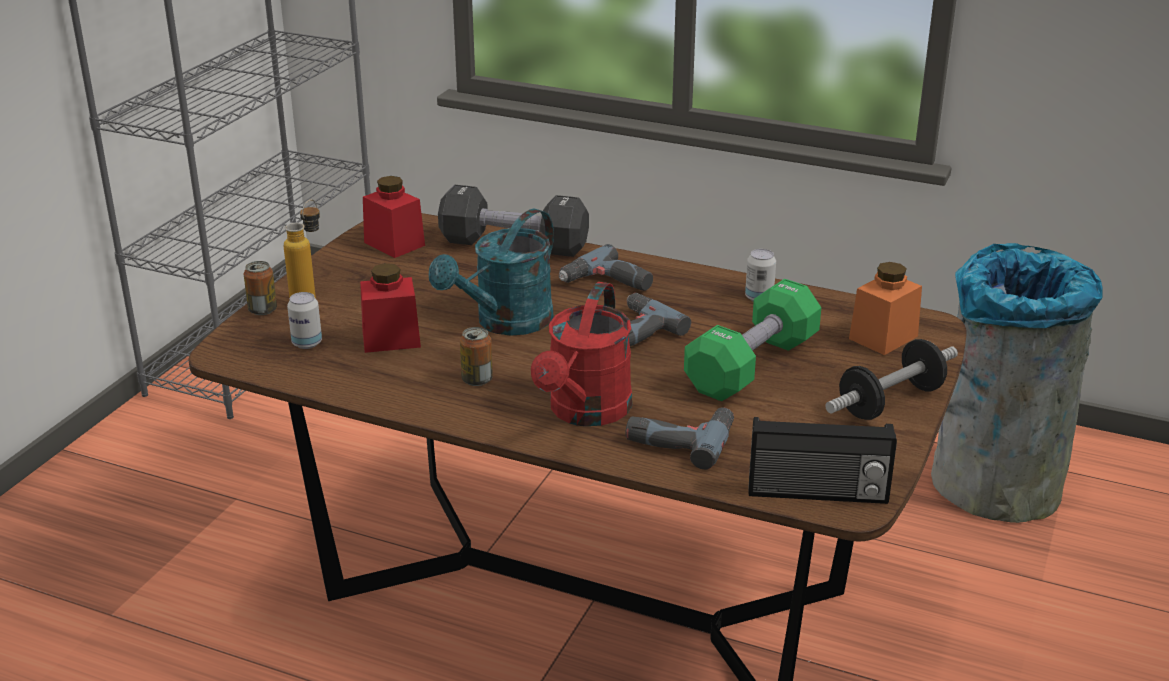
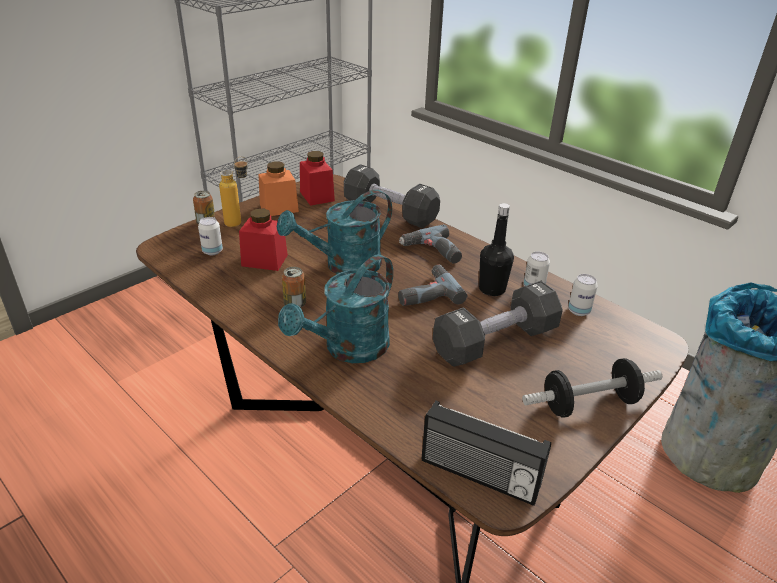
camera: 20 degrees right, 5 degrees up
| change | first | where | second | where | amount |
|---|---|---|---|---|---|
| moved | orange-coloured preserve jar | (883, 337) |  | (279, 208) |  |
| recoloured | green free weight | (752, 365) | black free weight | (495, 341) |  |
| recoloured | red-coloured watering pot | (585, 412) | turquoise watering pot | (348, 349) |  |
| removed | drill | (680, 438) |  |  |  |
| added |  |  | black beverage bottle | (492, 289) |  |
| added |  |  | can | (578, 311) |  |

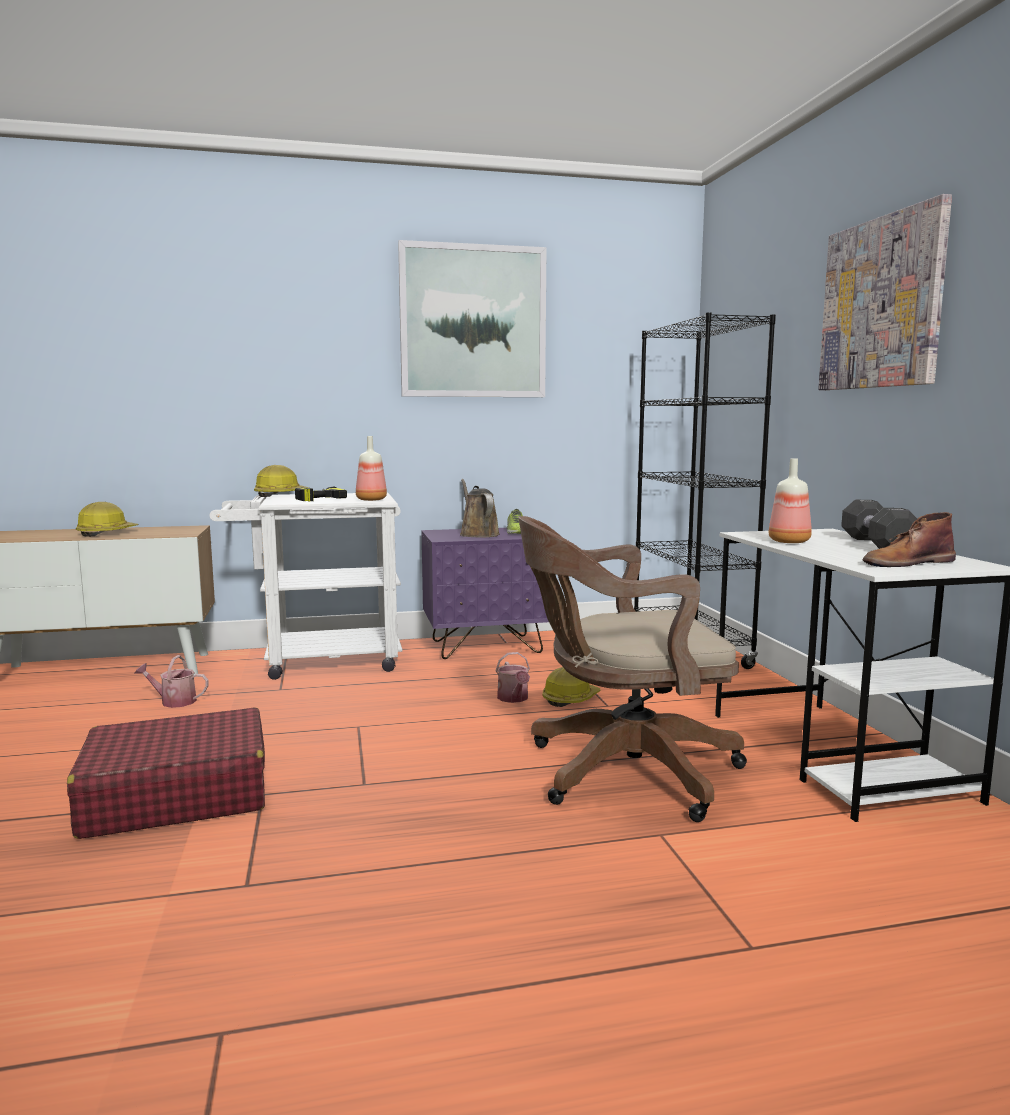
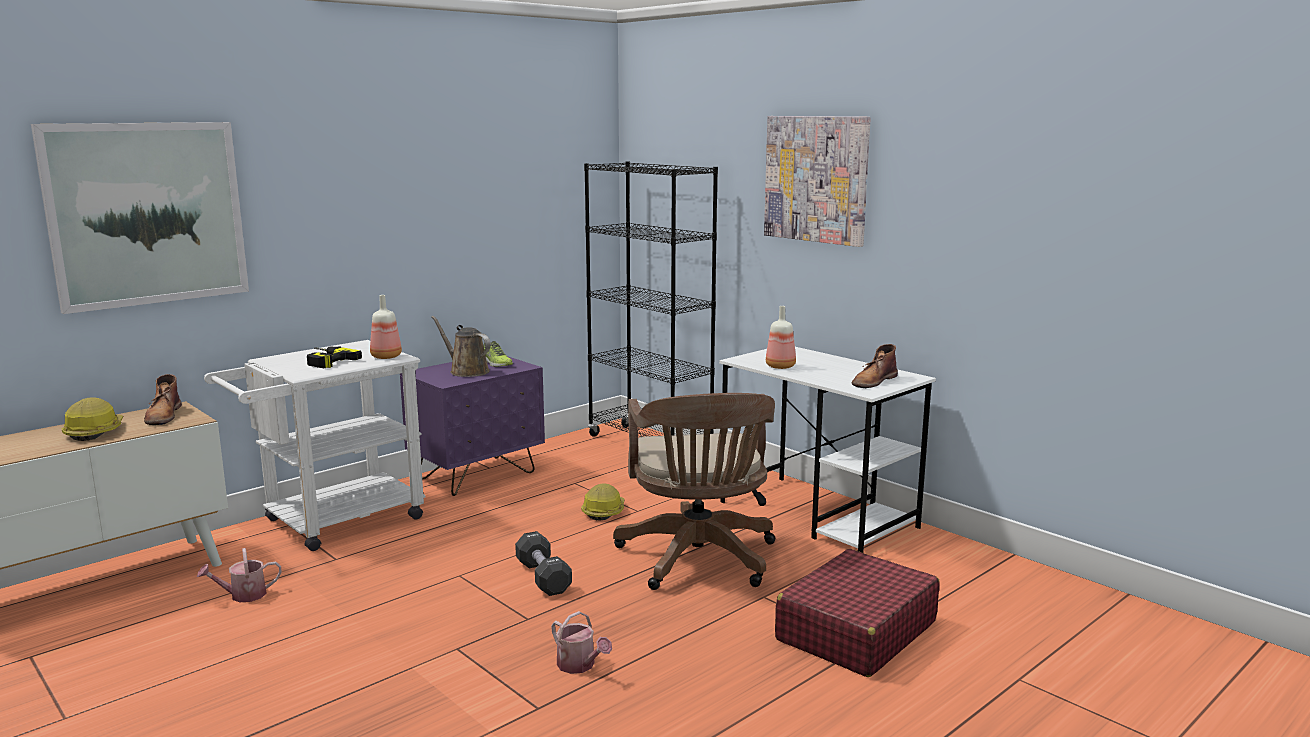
camera: 30 degrees left, 5 degrees up
| change | first | where | second | where | amount |
|---|---|---|---|---|---|
| moved | wall art | (473, 322) |  | (147, 214) |  |
| removed | work helmet | (281, 495) |  |  |  |
| moved | black free weight | (877, 544) |  | (543, 577) |  |
| turned | brown-coloured desk chair | (621, 771) |  | (699, 561) | 60 degrees counterclockwise |
| moved | watering pot | (514, 699) |  | (579, 665) |  |
| moved | red-coloured suitcase | (176, 795) |  | (855, 631) |  |
| added |  |  | brown-coloured high-top boot | (163, 415) |  |

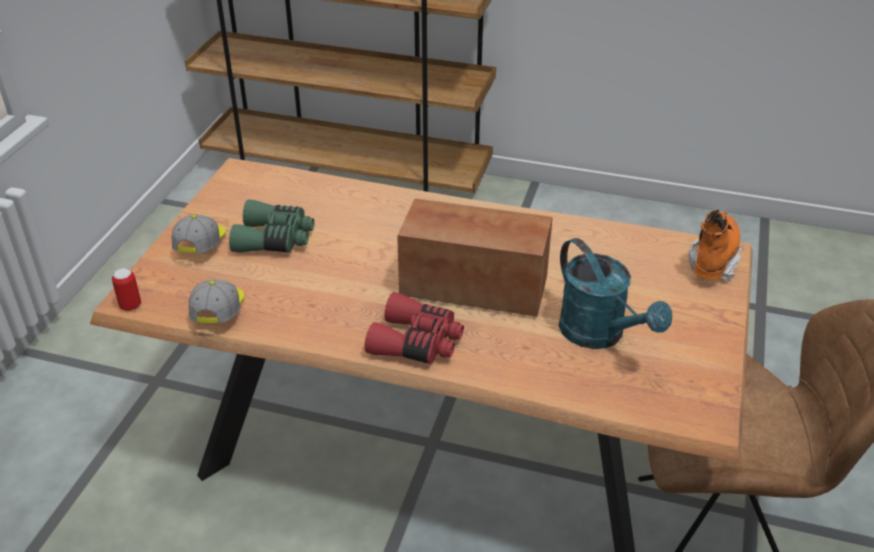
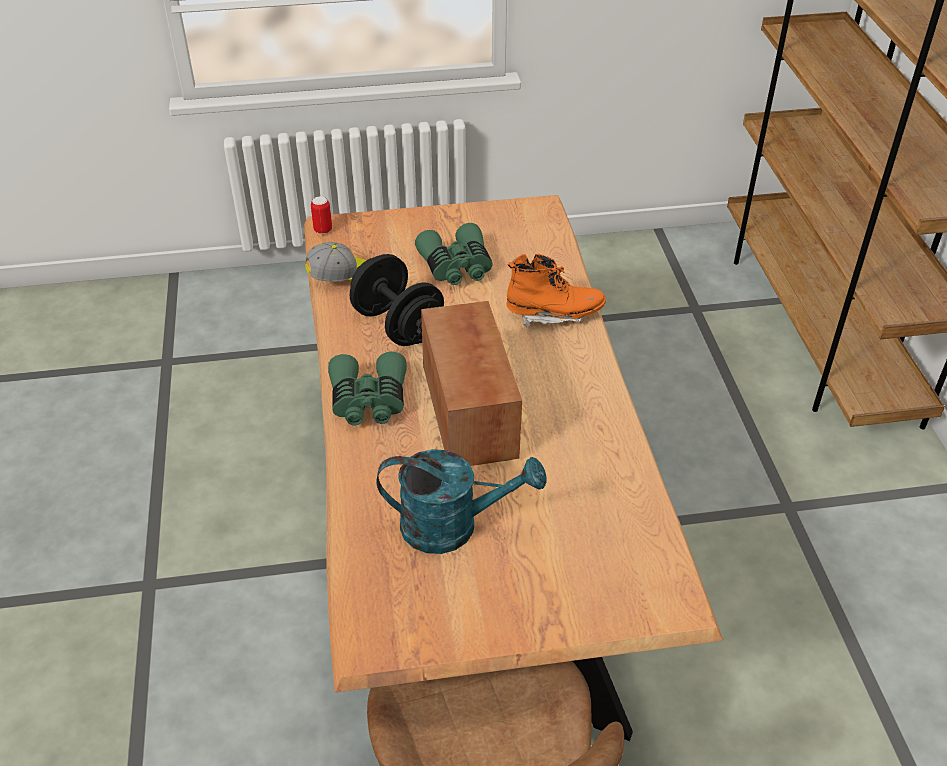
camera: 65 degrees right, 5 degrees up
| change | first | where | second | where | amount |
|---|---|---|---|---|---|
| moved | orange-coloured high-top boot | (713, 261) |  | (554, 314) |  |
| removed | peaked cap | (201, 245) |  |  |  |
| turned | turquoise watering pot | (600, 335) |  | (453, 526) | 120 degrees counterclockwise |
| recoloured | red-coloured binoculars | (417, 342) | green binoculars | (368, 401) |  |
| added |  |  | black free weight | (398, 325) |  |

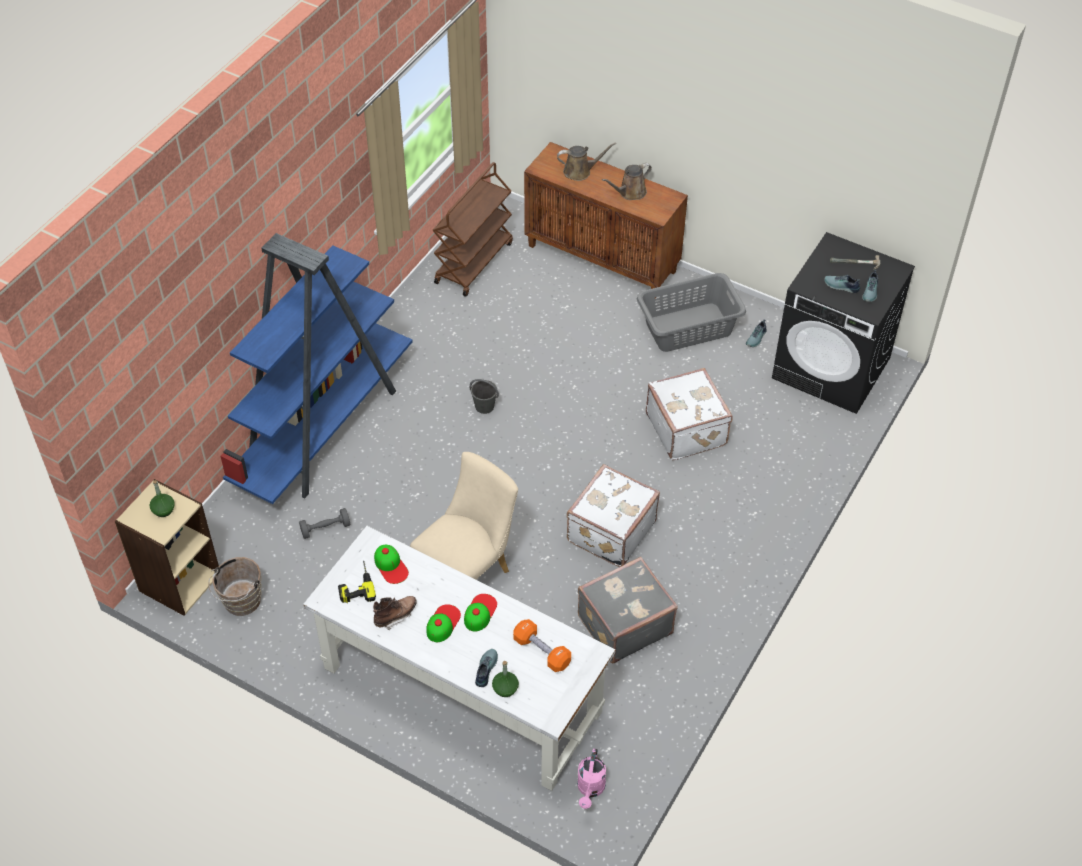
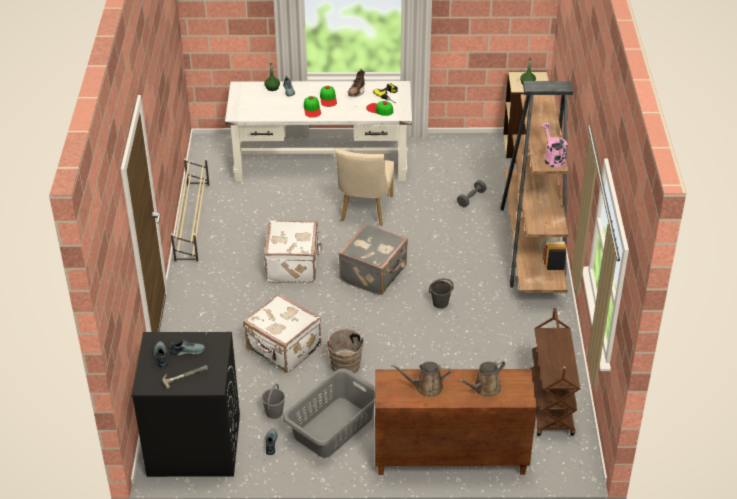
camera: 150 degrees right, 10 degrees down
| change | first | where | second | where | amount |
|---|---|---|---|---|---|
| turned | brown-coloured watering pot | (630, 193) |  | (426, 387) | 120 degrees counterclockwise |
| recoloured | blue-coloured bookcase | (324, 427) | brown-coloured bookcase | (532, 247) |  |
| moved | brown-coloured bucket | (240, 603) |  | (345, 363) |  |
| moved | greyish suitcase | (623, 624) |  | (374, 274) |  |
| removed | orange-coloured free weight | (542, 651) |  |  |  |
| moved | pink watering pot | (590, 789) |  | (552, 158) |  |
| added |  |  | beige-coloured shoe stand | (193, 222) |  |
| added |  |  | greyish bucket | (274, 412) |  |

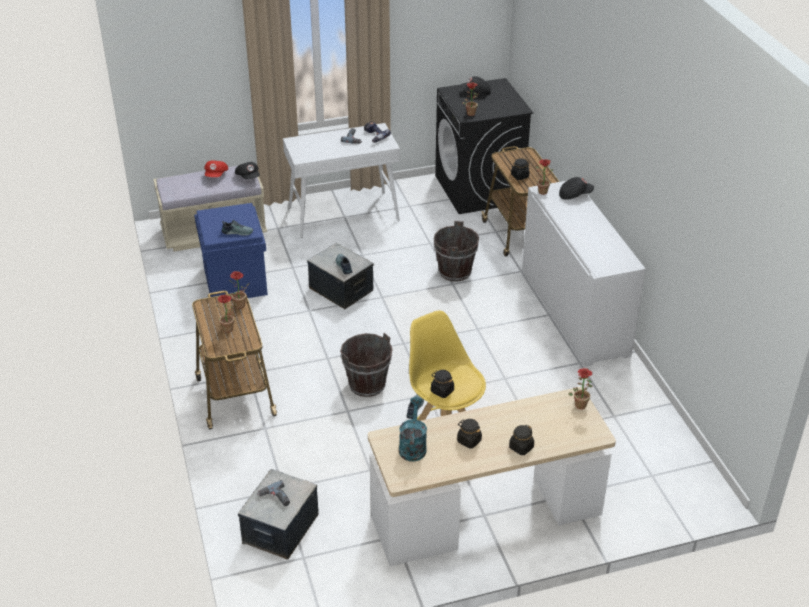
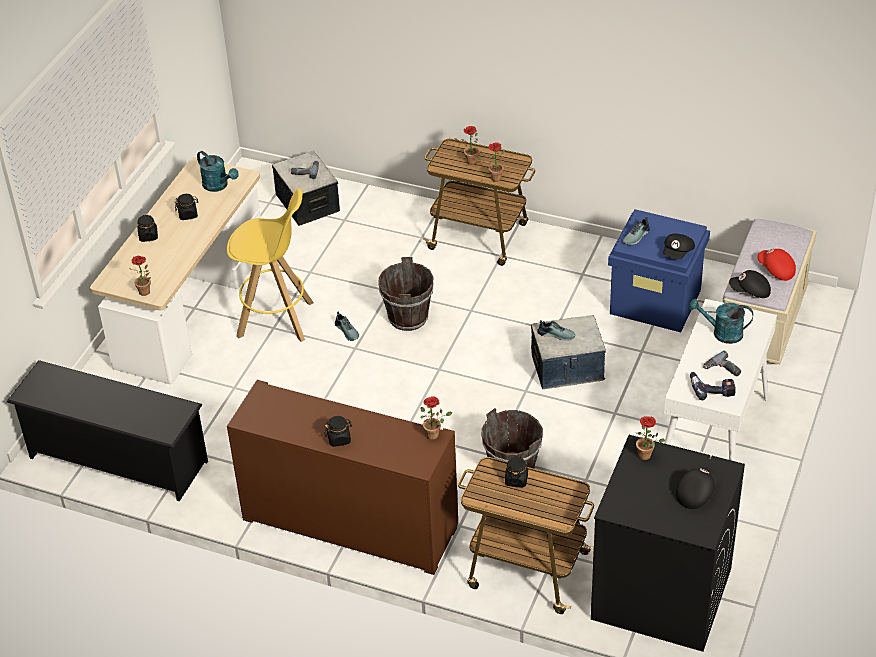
camera: 130 degrees right, 5 degrees up
| change | first | where | second | where | amount |
|---|---|---|---|---|---|
| moved | black peaked cap | (575, 195) |  | (678, 253) |  |
| recoloured | white storage cabinet | (574, 312) | brown-coloured storage cabinet | (350, 522) |  |
| moved | black preserve jar | (442, 391) |  | (339, 439) |  |
| added |  |  | turquoise watering pot | (722, 333) |  |
| added |  |  | black shoe stand | (117, 459) |  |

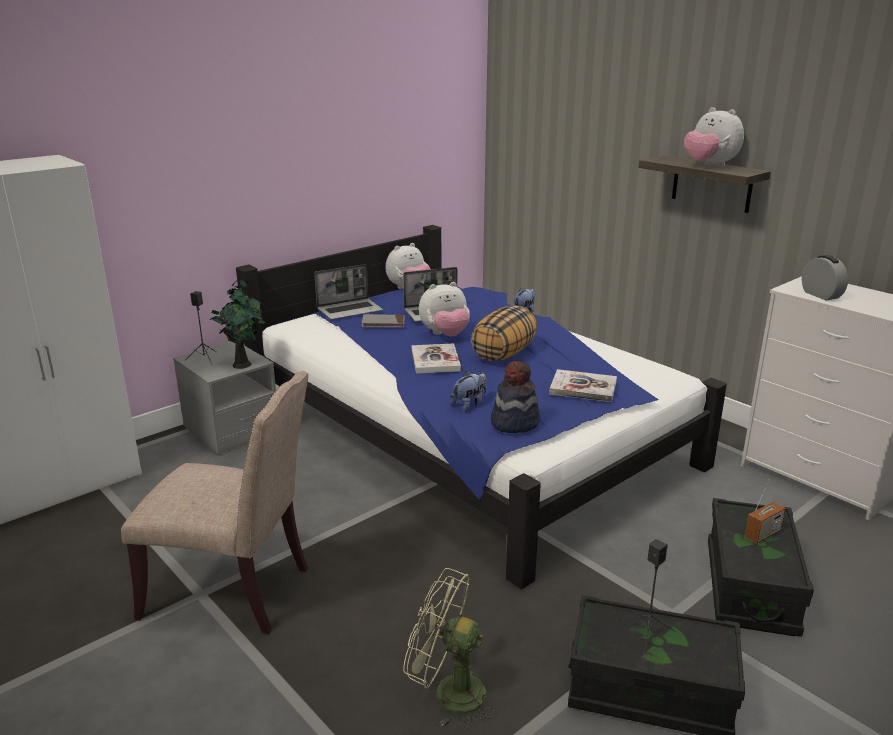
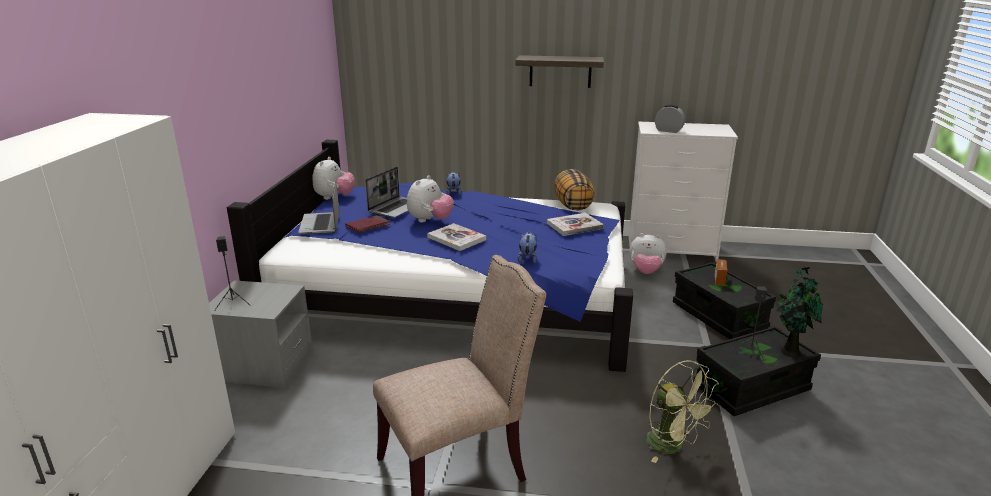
camera: 40 degrees left, 0 degrees up
| change | first | where | second | where | amount |
|---|---|---|---|---|---|
| moved | soft toy | (709, 166) |  | (645, 271) |  |
| turned | laptop | (350, 310) |  | (321, 224) | 150 degrees clockwise |
| moved | potted plant | (243, 364) |  | (789, 351) |  |
| moved | throw pillow | (503, 354) |  | (572, 205) |  |
| recoloured | greyish volume | (383, 323) | red-coloured volume | (368, 226) |  |
| removed | wearable hat | (514, 422) |  |  |  |
| turned | green cooling fan | (448, 693) |  | (672, 446) | 105 degrees counterclockwise |

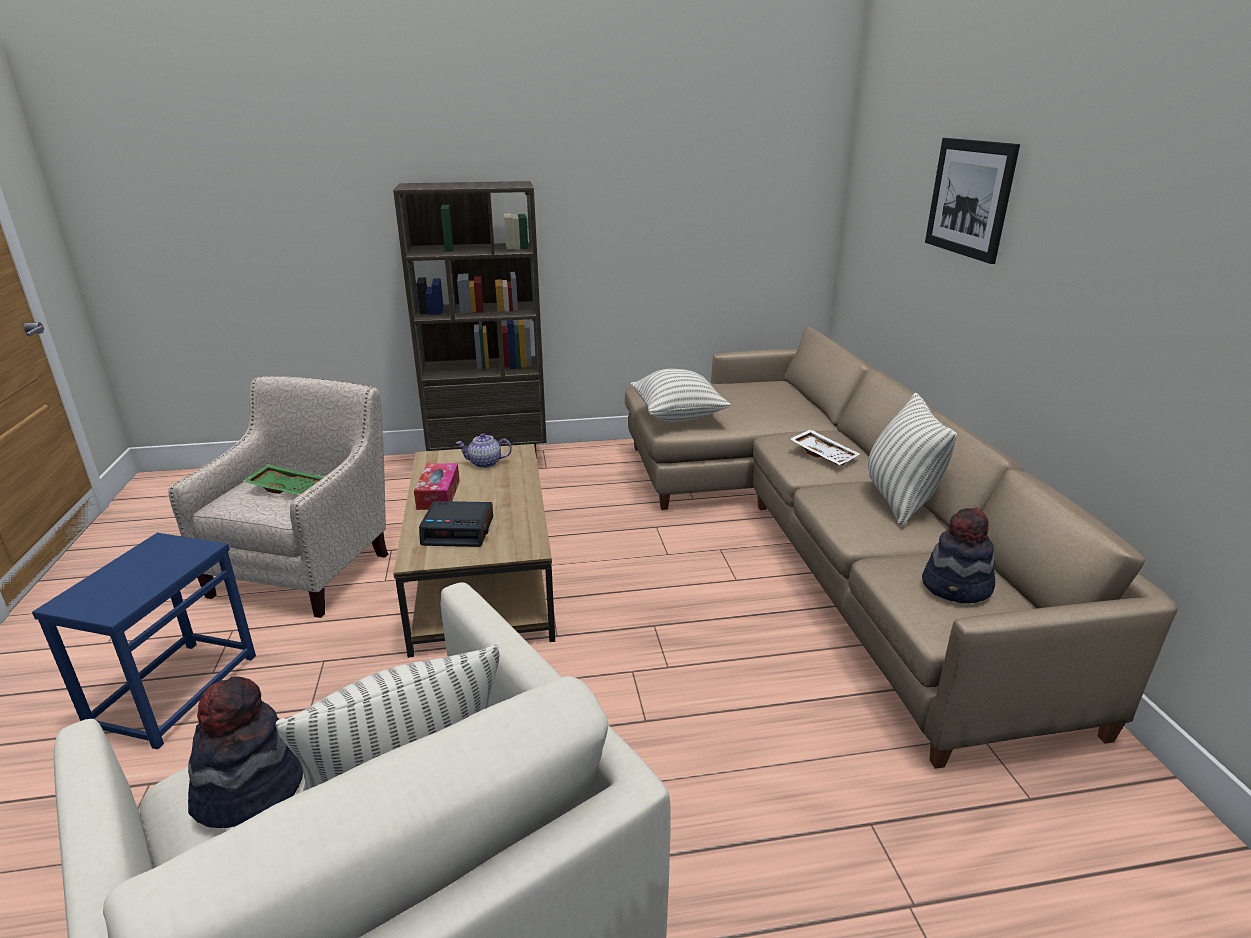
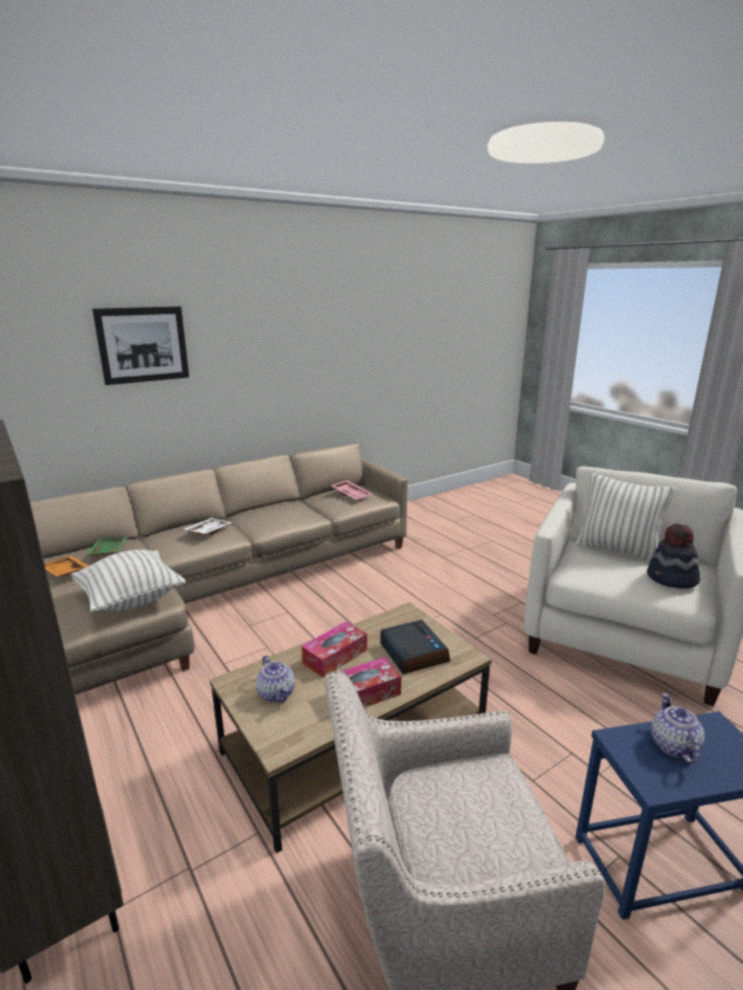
camera: 115 degrees left, 5 degrees down
| change | first | where | second | where | amount |
|---|---|---|---|---|---|
| removed | throw pillow | (899, 500) |  |  |  |
| moved | green serving tray | (288, 488) |  | (107, 552) |  |
| replaced | wearable hat | (957, 587) | pink serving tray | (352, 495) |  |
| added |  |  | orange-coloured serving tray | (64, 573) |  |
| added |  |  | box of tissues | (335, 656) |  |
| added |  |  | tea pot | (672, 745) |  |

